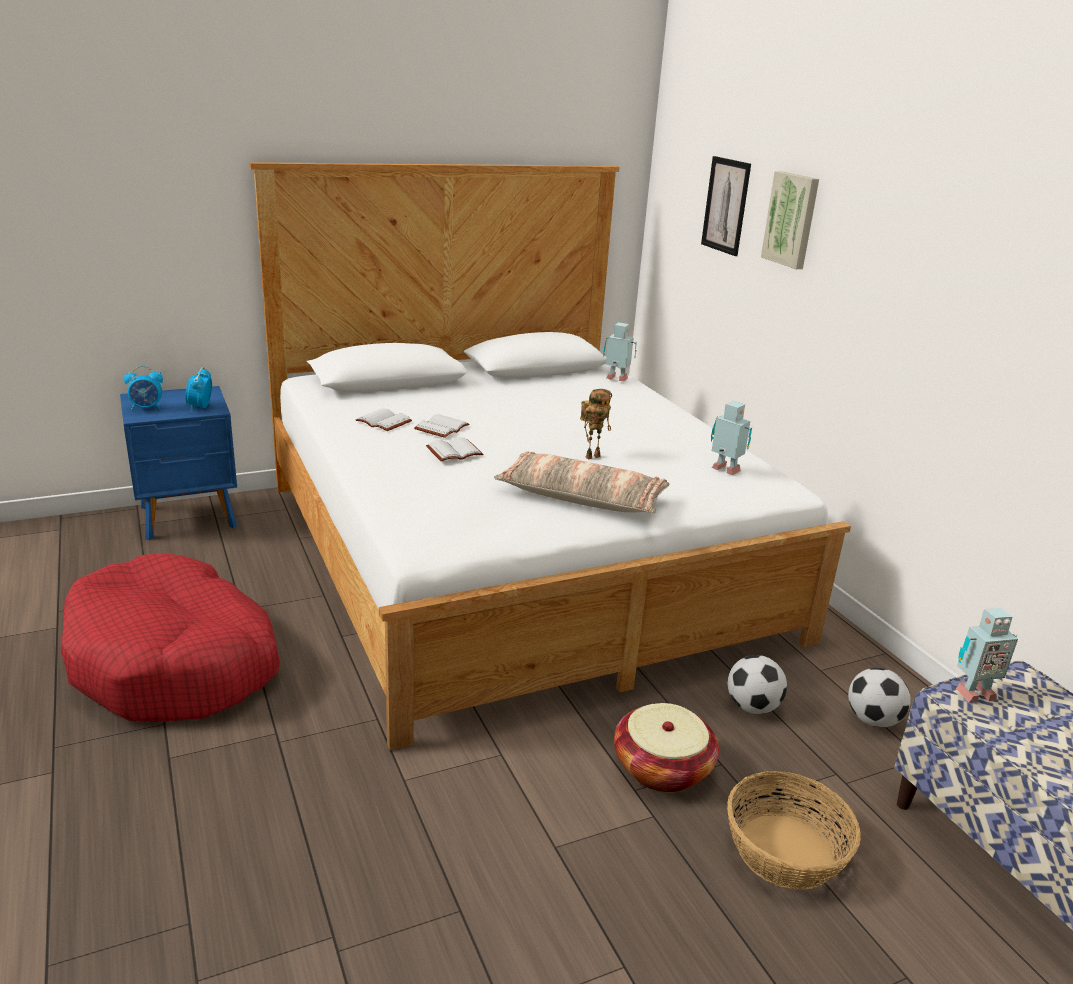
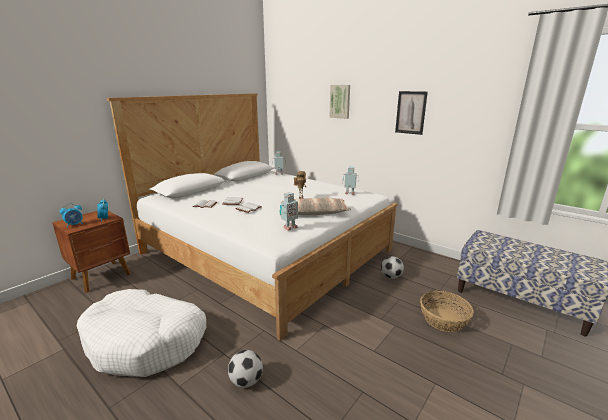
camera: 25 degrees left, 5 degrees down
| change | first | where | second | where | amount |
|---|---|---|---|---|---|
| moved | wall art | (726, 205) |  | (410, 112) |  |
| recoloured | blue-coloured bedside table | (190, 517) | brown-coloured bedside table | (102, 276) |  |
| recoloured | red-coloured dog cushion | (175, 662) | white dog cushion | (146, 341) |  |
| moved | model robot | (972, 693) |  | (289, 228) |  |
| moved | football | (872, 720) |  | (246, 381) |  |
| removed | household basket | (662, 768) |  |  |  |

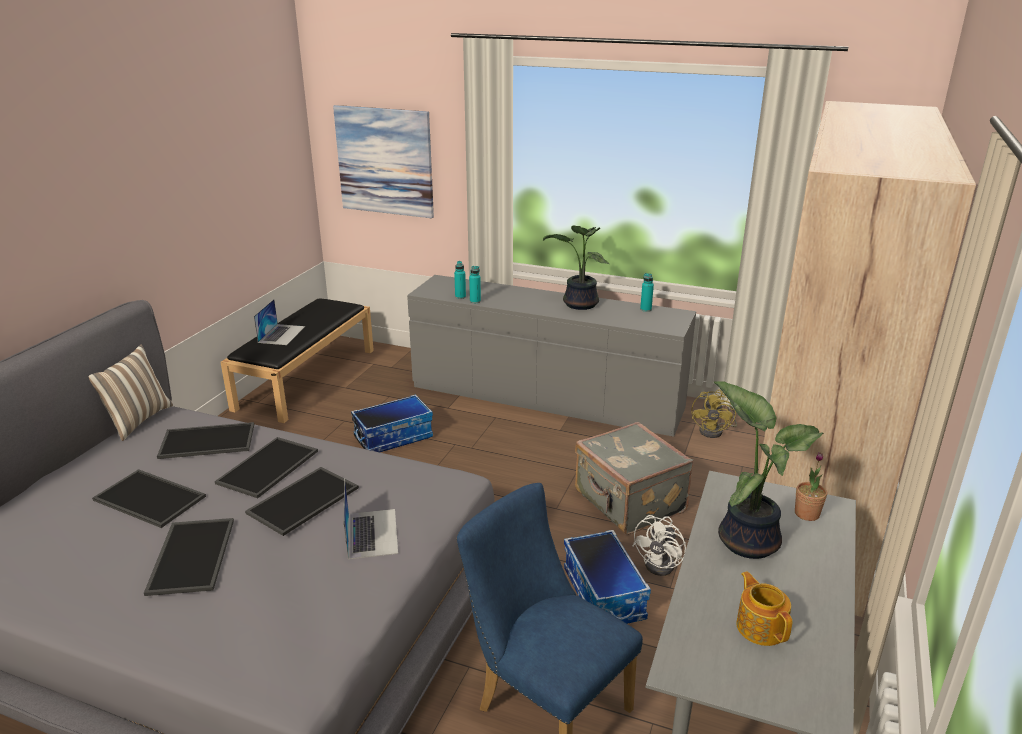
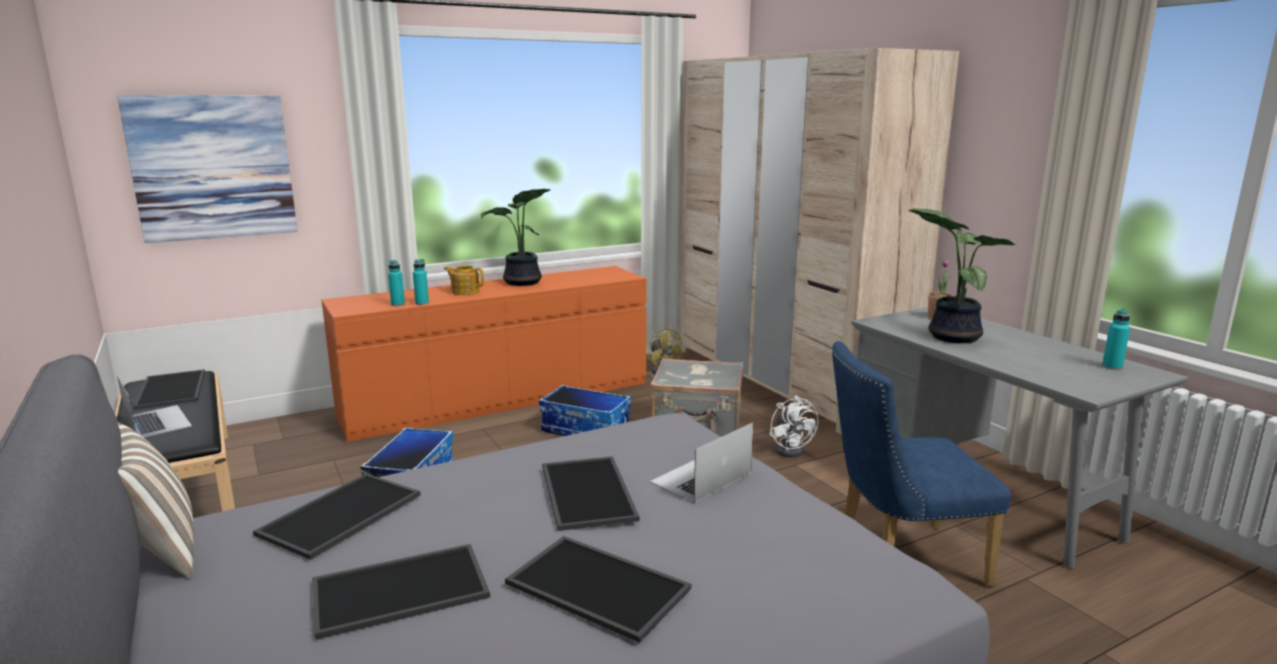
camera: 50 degrees left, 10 degrees down
| change | first | where | second | where | amount |
|---|---|---|---|---|---|
| moved | turquoise beverage bottle | (645, 309) |  | (1112, 367) |  |
| recoloured | greyish chest of drawers | (546, 397) | orange-coloured chest of drawers | (498, 399) |  |
| moved | serving tray | (268, 468) |  | (173, 389) |  |
| turned | laptop | (372, 533) |  | (701, 477) | 75 degrees counterclockwise |
| moved | storage box | (605, 594) |  | (586, 430) |  |
| moved | tea pot | (760, 626) |  | (465, 291) |  |

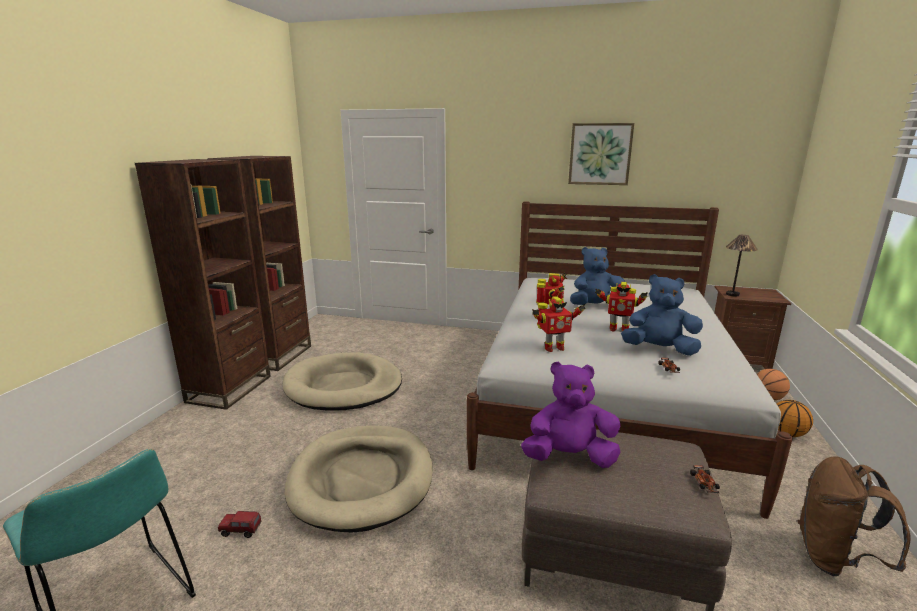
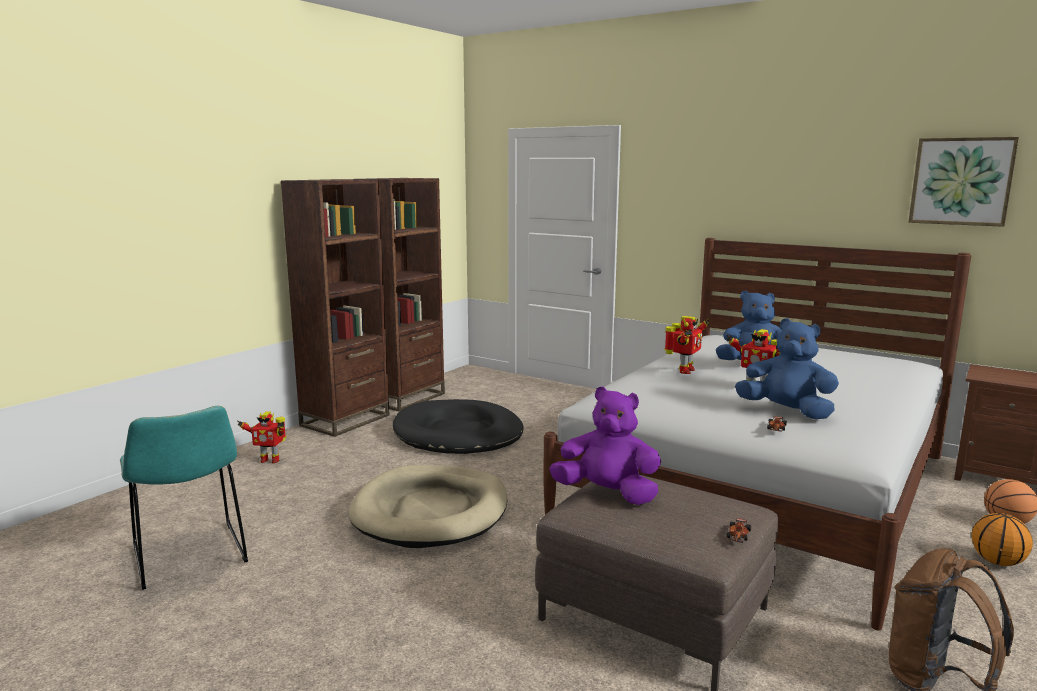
camera: 20 degrees right, 5 degrees down
| change | first | where | second | where | amount |
|---|---|---|---|---|---|
| moved | wall art | (600, 154) |  | (961, 181) |  |
| removed | lamp for a table | (732, 294) |  |  |  |
| moved | model robot | (553, 348) |  | (269, 460) |  |
| recoloured | beige-coloured dog cushion | (343, 386) | black dog cushion | (458, 433) |  |
| removed | toy lorry | (241, 532) |  |  |  |

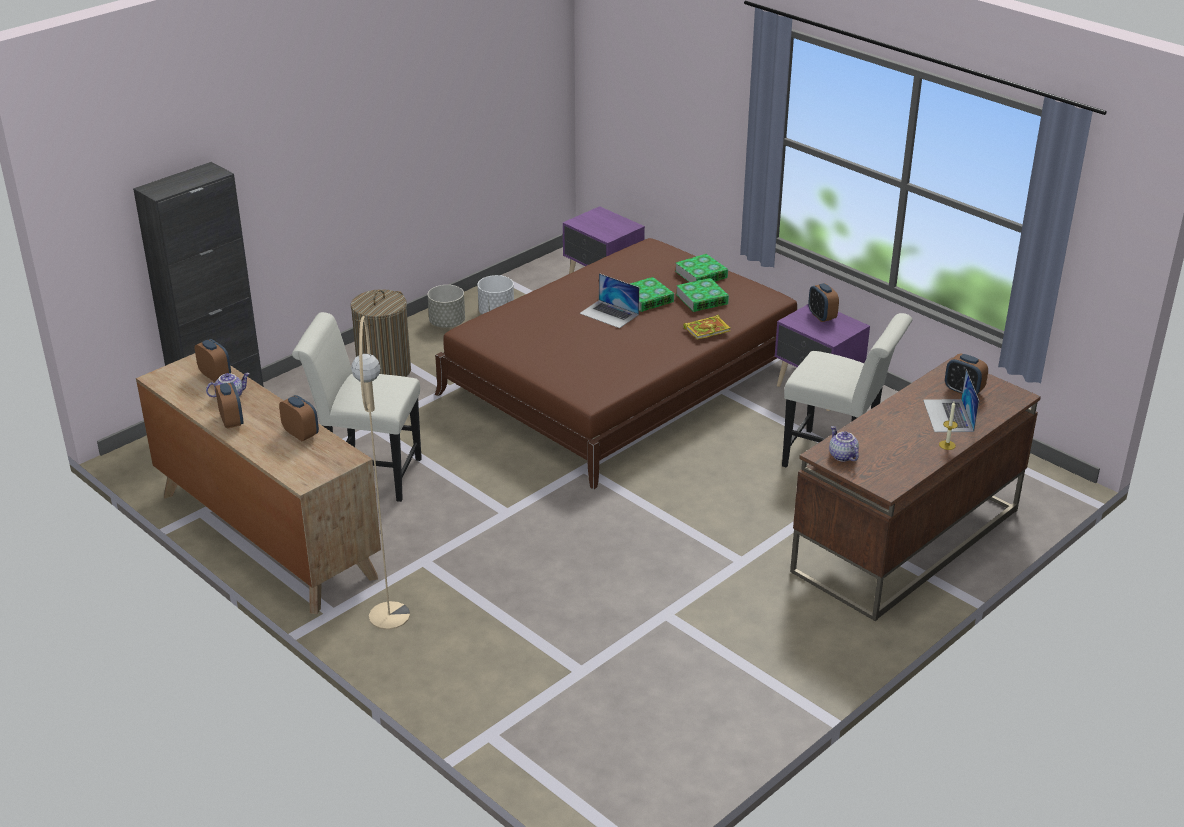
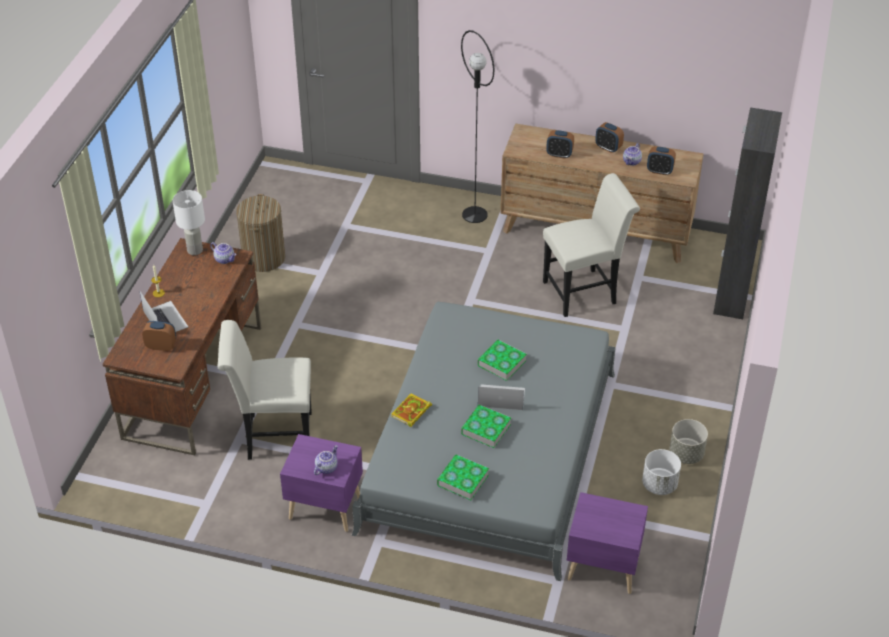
camera: 150 degrees right, 10 degrees up
| change | first | where | second | where | amount |
|---|---|---|---|---|---|
| recoloured | brown-coloured sleeping bed | (622, 379) | greyish sleeping bed | (490, 450) |  |
| moved | volume | (702, 299) |  | (501, 363) |  |
| replaced | table clock | (821, 316) | tea pot | (326, 467) |  |
| moved | washing basket | (384, 371) |  | (263, 258) |  |
| recoloured | beige-coloured standard lamp | (389, 616) | black standard lamp | (474, 214) |  |
| added |  |  | white lamp for a table | (195, 250) |  |

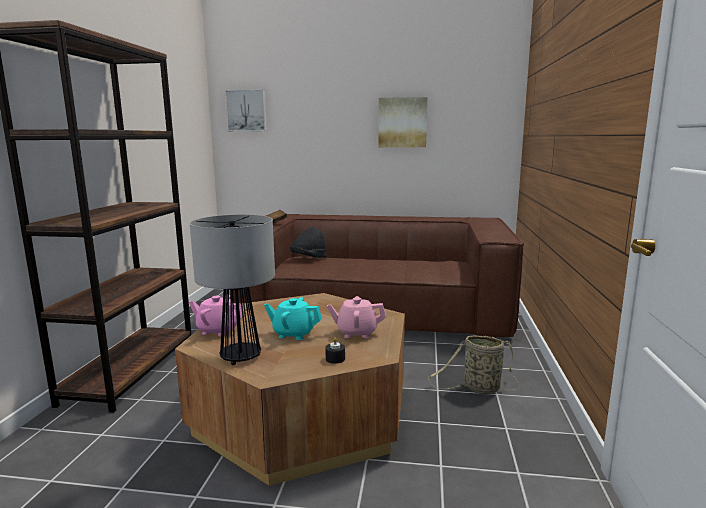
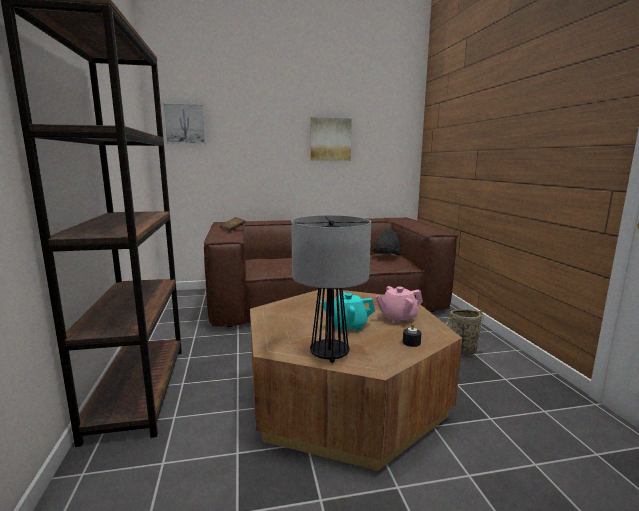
camera: 20 degrees left, 0 degrees up
| change | first | where | second | where | amount |
|---|---|---|---|---|---|
| moved | black wearable hat | (308, 258) |  | (387, 256) |  |
| removed | pink tea pot | (218, 330) |  |  |  |

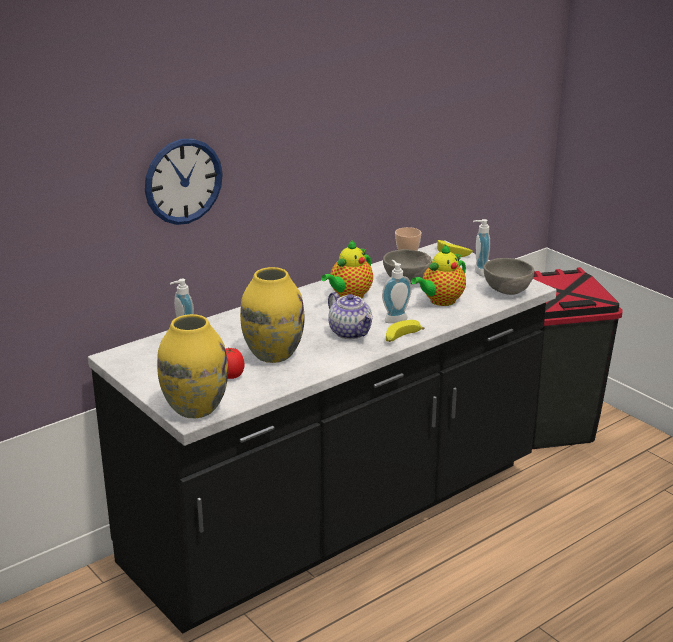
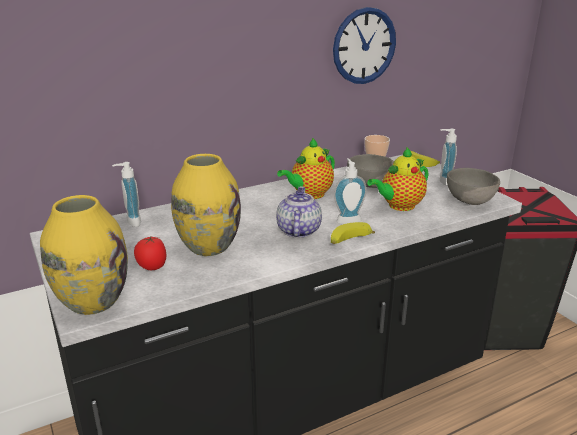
camera: 10 degrees right, 0 degrees up
| change | first | where | second | where | amount |
|---|---|---|---|---|---|
| moved | hanging clock | (183, 181) |  | (364, 46) |  |
| turned | tea pot | (351, 332) |  | (298, 230) | 150 degrees counterclockwise |

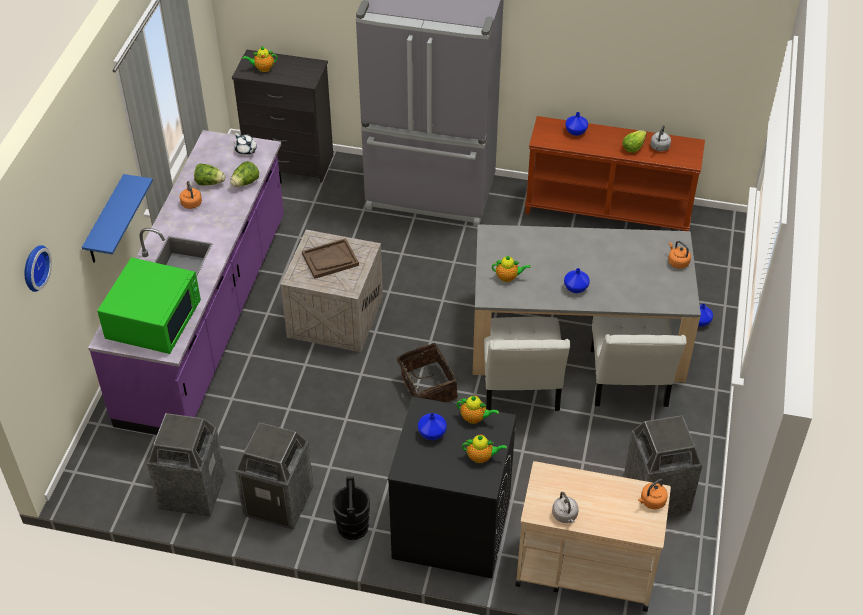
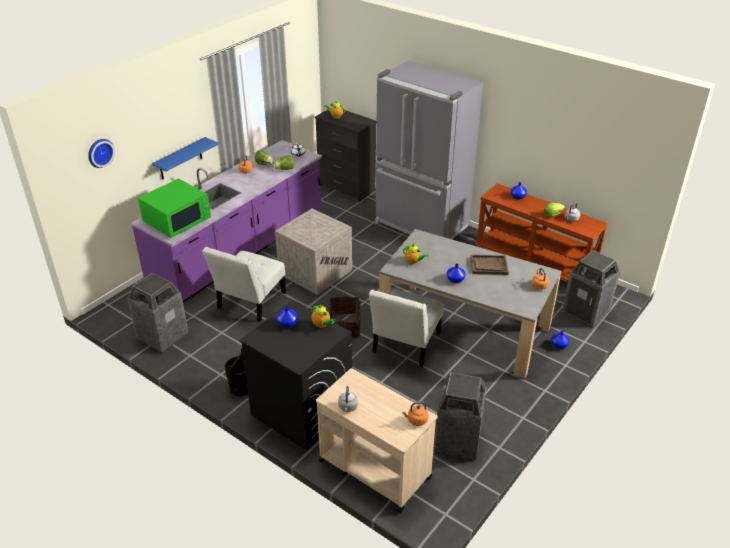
camera: 25 degrees right, 10 degrees down
| change | first | where | second | where | amount |
|---|---|---|---|---|---|
| moved | brown-coloured serving tray | (330, 260) |  | (488, 266) |  |
| moved | white chair | (628, 382) |  | (249, 303) |  |
| moved | trash can | (279, 502) |  | (586, 312) |  |
| removed | tea pot | (481, 457) |  |  |  |

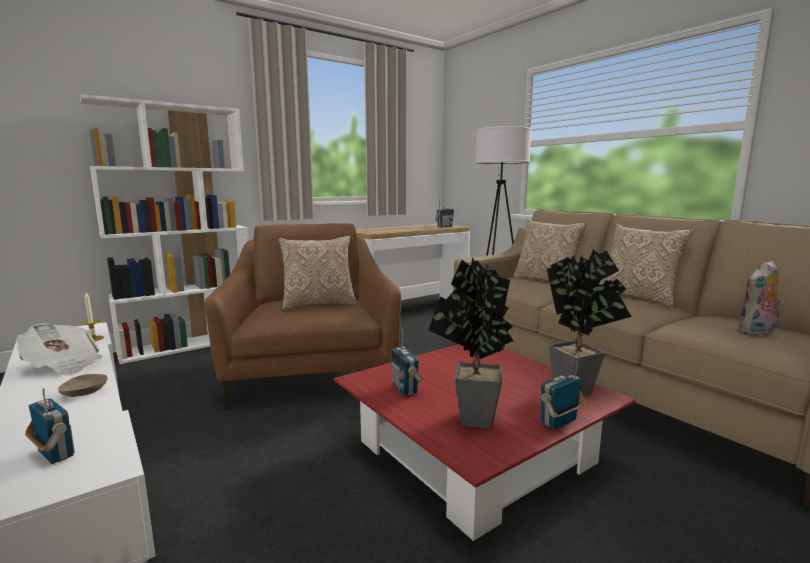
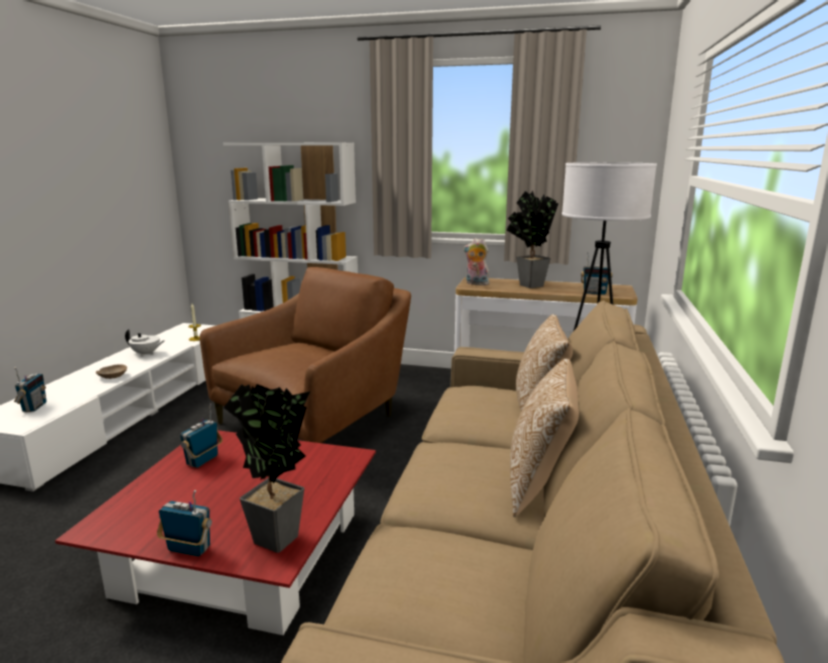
camera: 50 degrees right, 5 degrees up
| change | first | where | second | where | amount |
|---|---|---|---|---|---|
| removed | throw pillow | (319, 304) |  |  |  |
| moved | potted plant | (473, 422) |  | (527, 285) |  |
| moved | soft toy | (757, 333) |  | (476, 284) |  |
| replaced | daily paper | (63, 365) | white tea pot | (146, 354) |  |

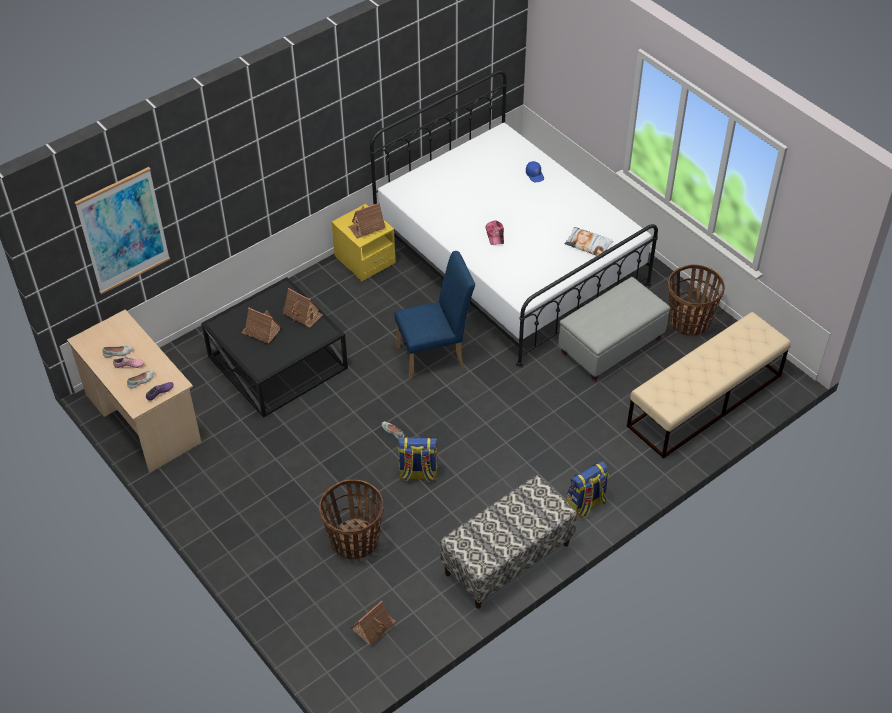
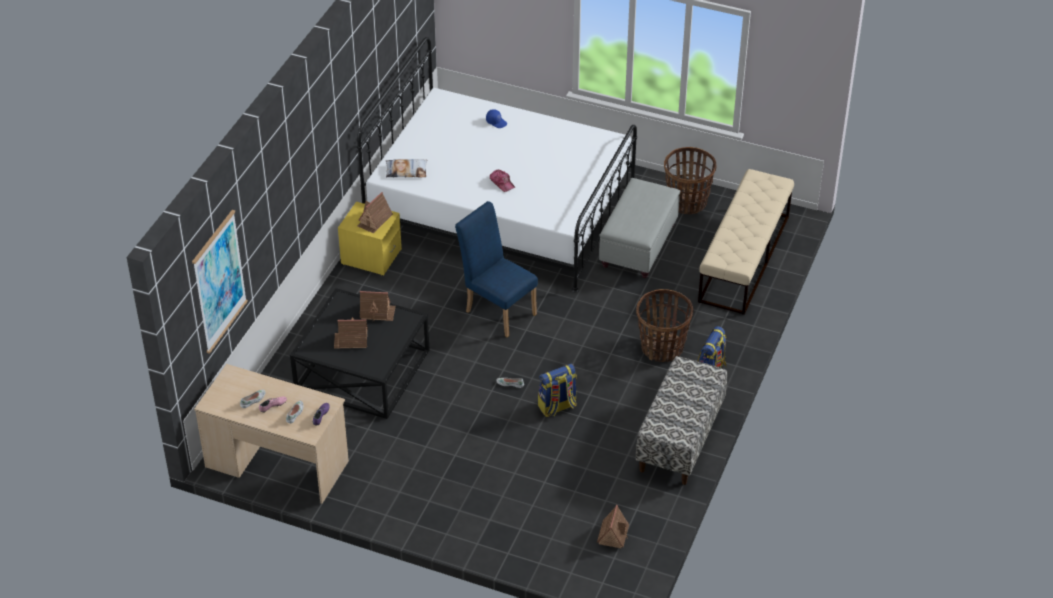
camera: 30 degrees left, 5 degrees down
| change | first | where | second | where | amount |
|---|---|---|---|---|---|
| moved | throw pillow | (588, 245) |  | (406, 171) |  |
| turned | blue-coloured chair | (435, 355) |  | (497, 309) | 90 degrees counterclockwise |
| moved | household basket | (354, 541) |  | (662, 348) |  |

